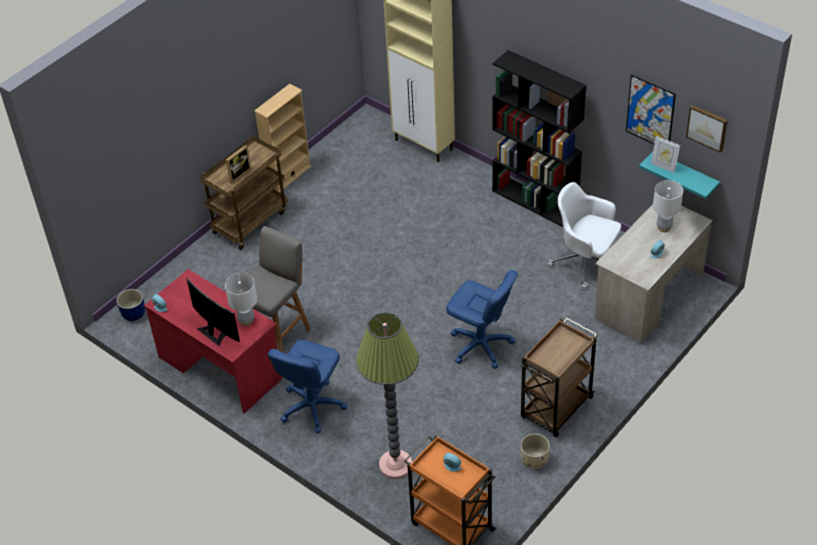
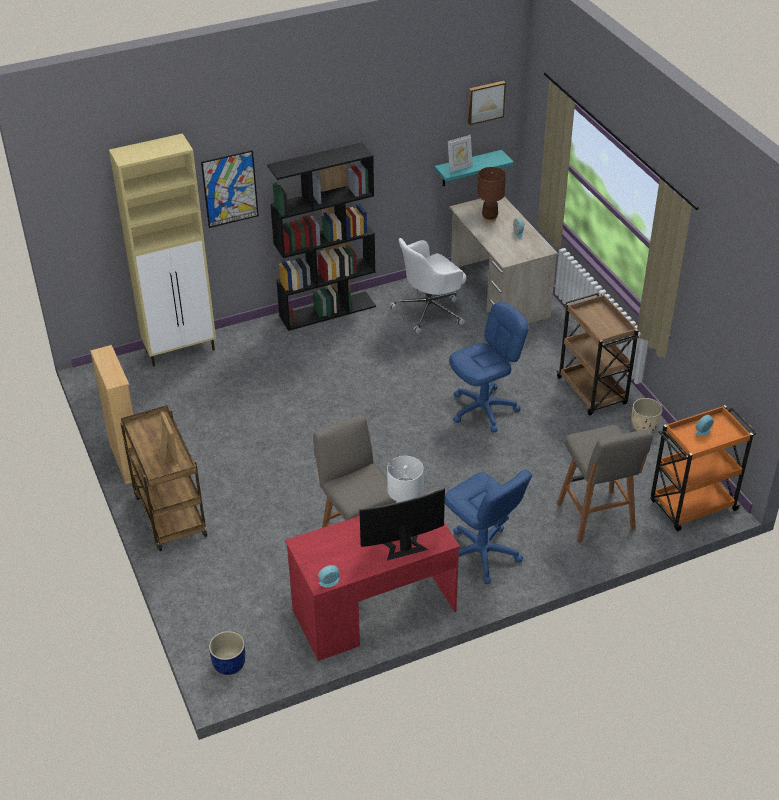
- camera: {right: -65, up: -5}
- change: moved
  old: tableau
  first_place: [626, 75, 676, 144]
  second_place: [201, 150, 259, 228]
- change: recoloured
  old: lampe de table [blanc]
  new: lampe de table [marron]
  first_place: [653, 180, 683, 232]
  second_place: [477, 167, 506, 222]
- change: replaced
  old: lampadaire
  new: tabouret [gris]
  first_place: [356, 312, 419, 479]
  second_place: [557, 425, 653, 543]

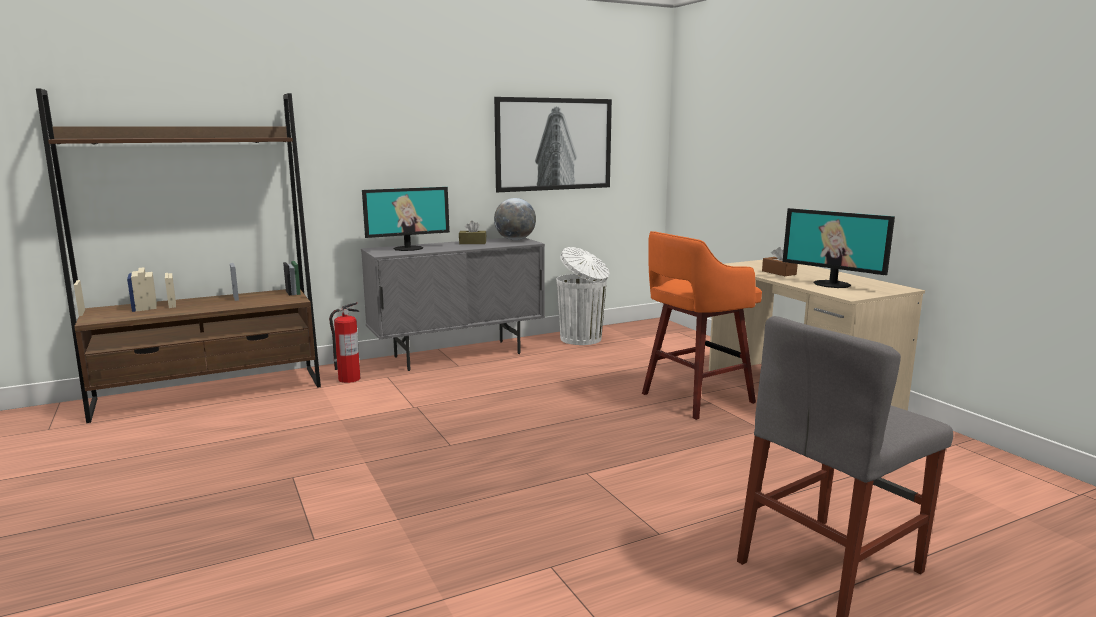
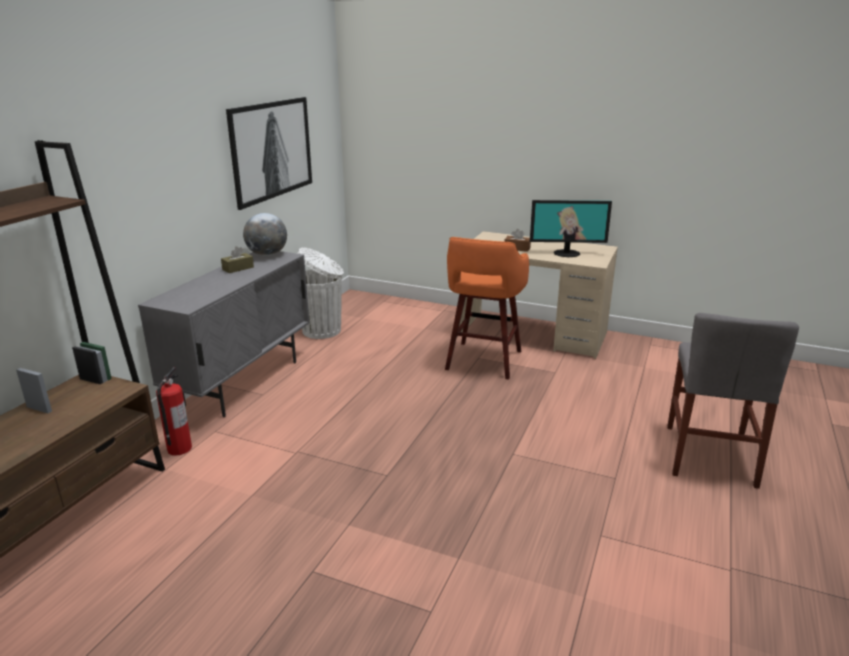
- camera: {right: -40, up: 10}
- change: removed
  old: écran d'ordinateur
  first_place: [362, 187, 450, 251]

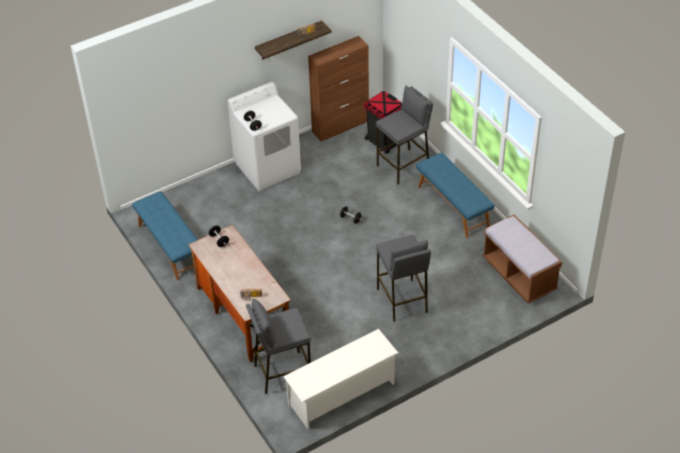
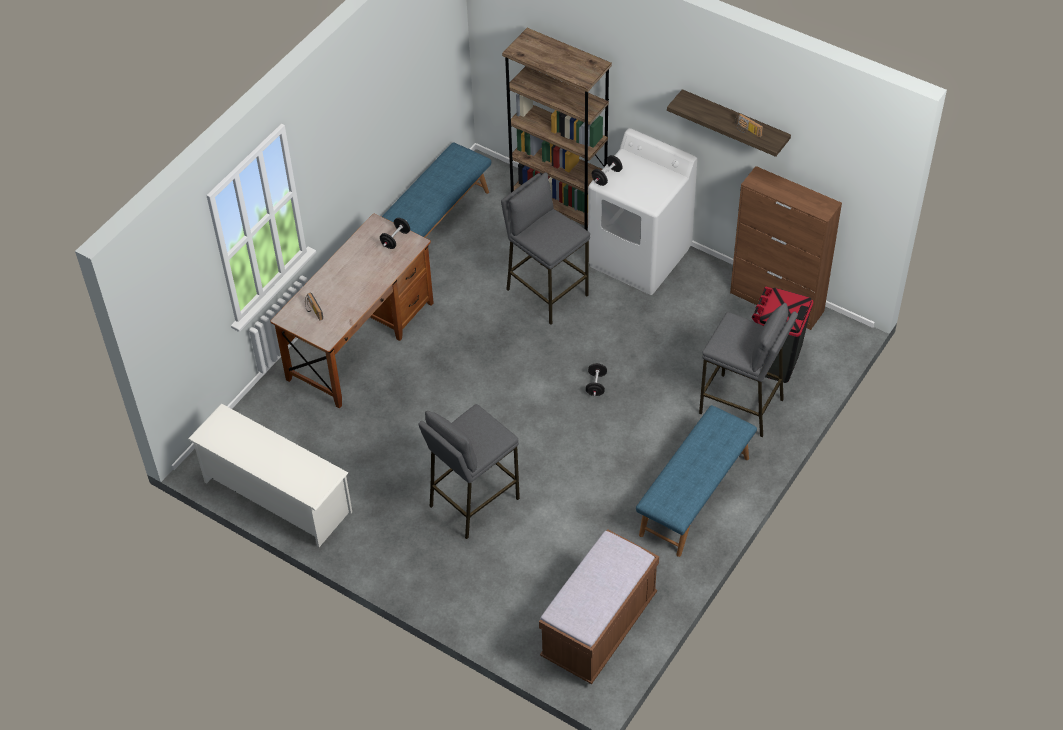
- camera: {right: 65, up: 5}
- change: moved
  old: tabouret [gris]
  first_place: [246, 298, 311, 394]
  second_place: [501, 172, 590, 325]
- change: added
  new: bibliothèque [marron]
  second_place: [502, 28, 612, 230]

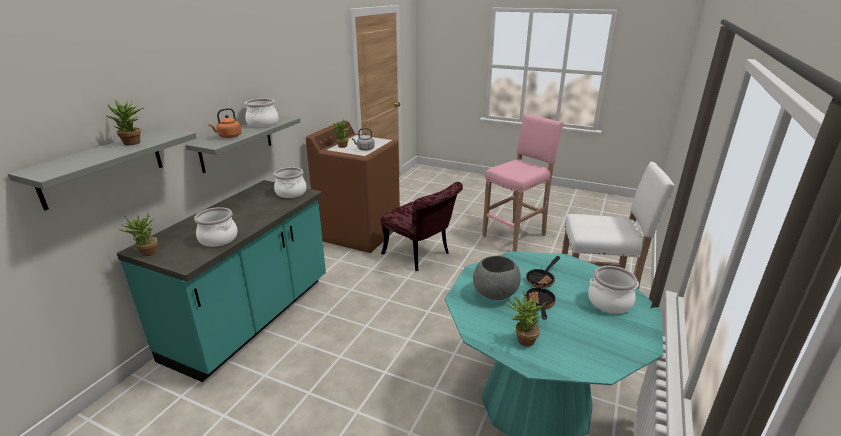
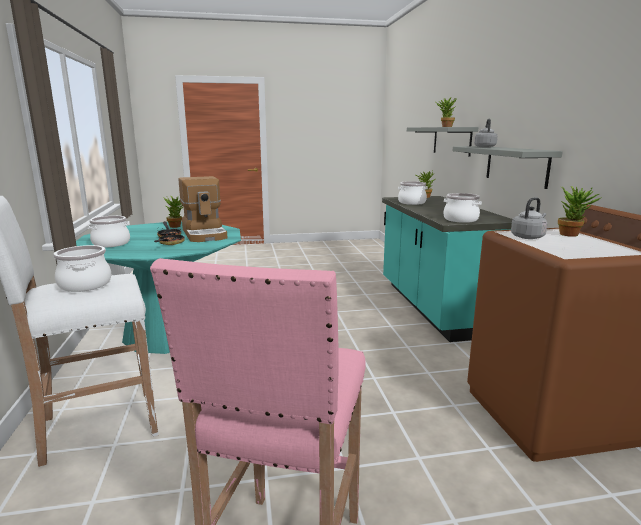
- camera: {right: 145, up: -10}
- change: moved
  old: marmite
  first_place: [244, 98, 279, 127]
  second_place: [53, 245, 111, 292]
- change: replaced
  old: bol [gris]
  new: machine à café
  first_place: [473, 256, 521, 300]
  second_place: [178, 176, 228, 242]
- change: recoloured
  old: bouilloire [orange]
  new: bouilloire [gris]
  first_place: [209, 108, 242, 138]
  second_place: [474, 119, 498, 147]
- change: removed
  old: chaise [rouge]
  first_place: [381, 182, 463, 271]

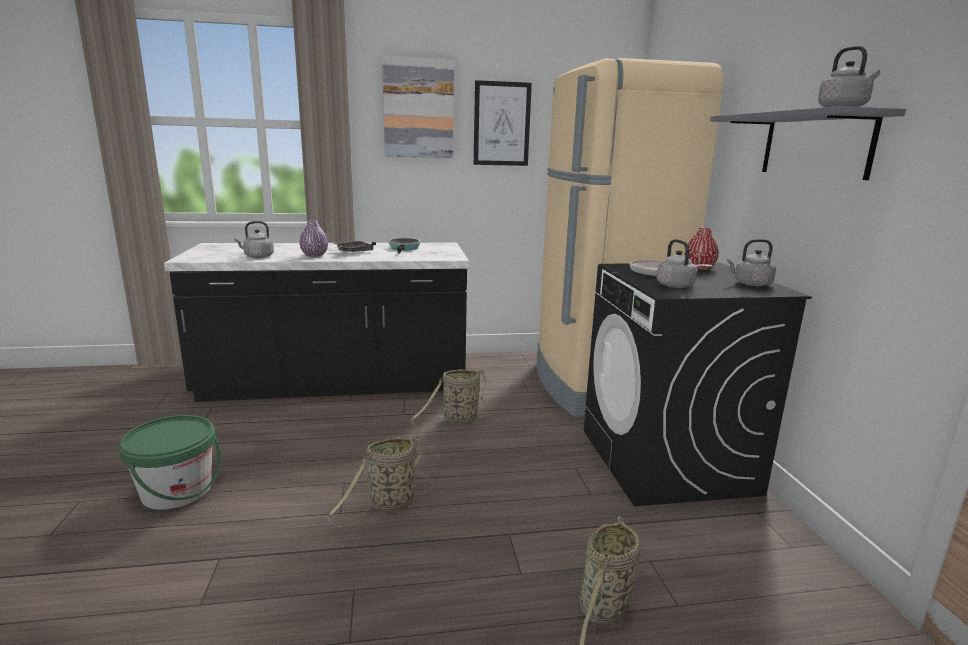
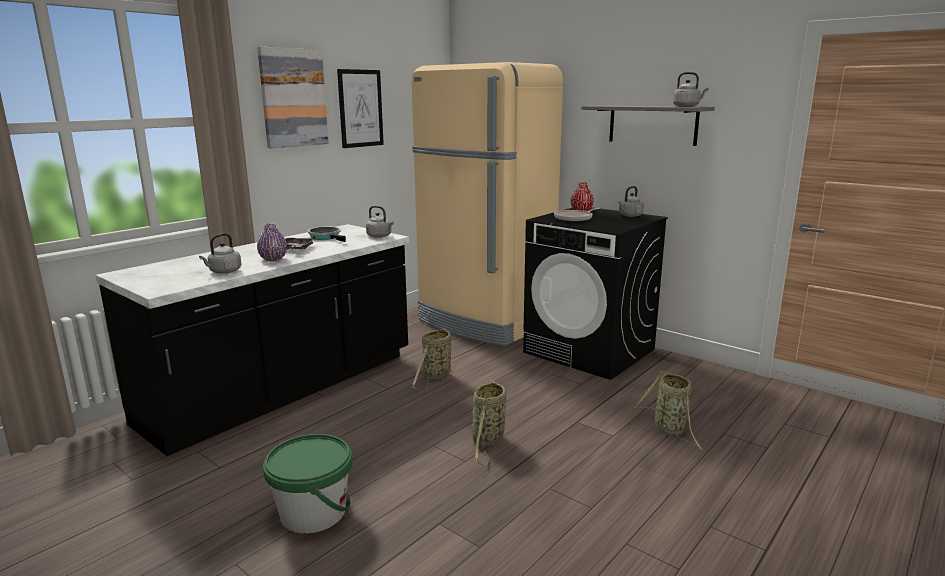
- camera: {right: -40, up: 0}
- change: moved
  old: bouilloire [gris]
  first_place: [657, 239, 698, 288]
  second_place: [366, 206, 394, 238]

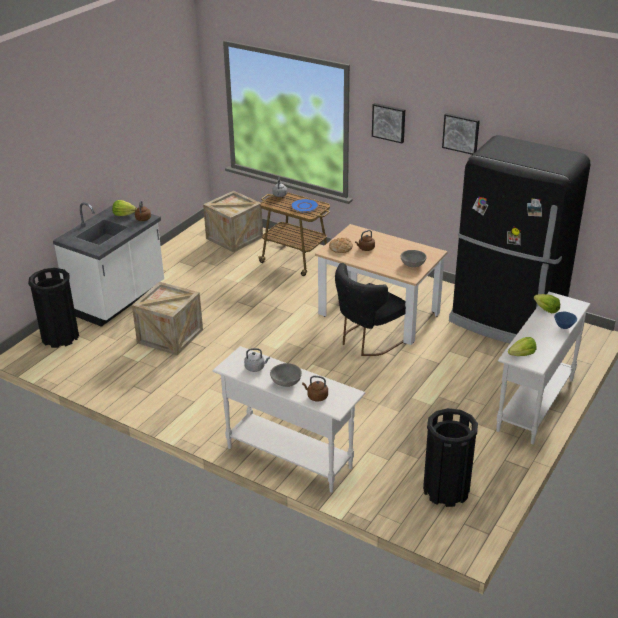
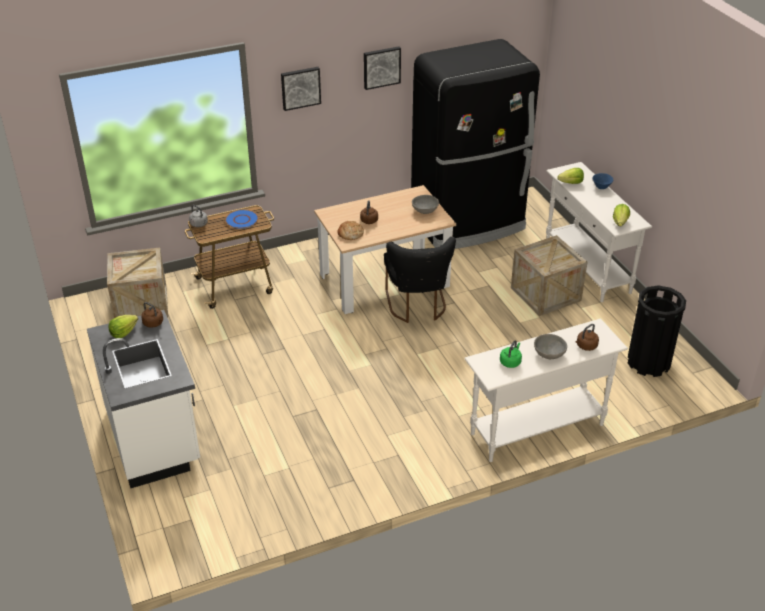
- camera: {right: -55, up: 5}
- change: recoloured
  old: bouilloire [gris]
  new: bouilloire [vert]
  first_place: [244, 348, 270, 372]
  second_place: [500, 341, 522, 368]
- change: moved
  old: caisse
  first_place: [132, 282, 203, 355]
  second_place: [511, 235, 587, 316]
- change: removed
  old: poubelle [noir]
  first_place: [28, 268, 79, 348]

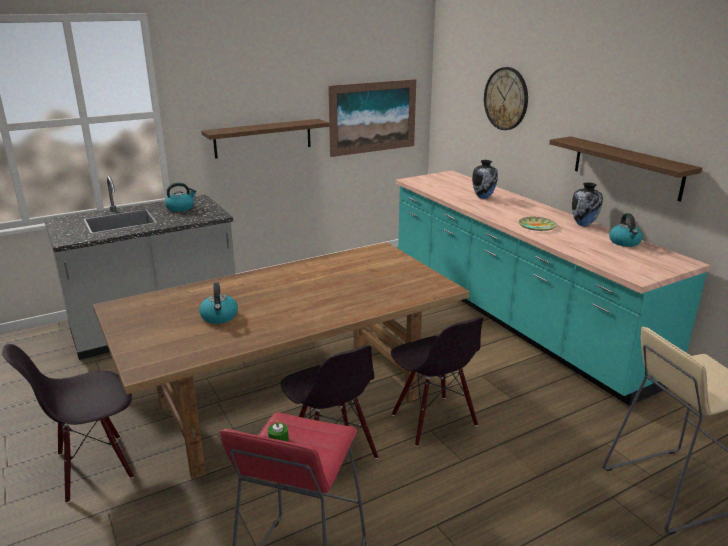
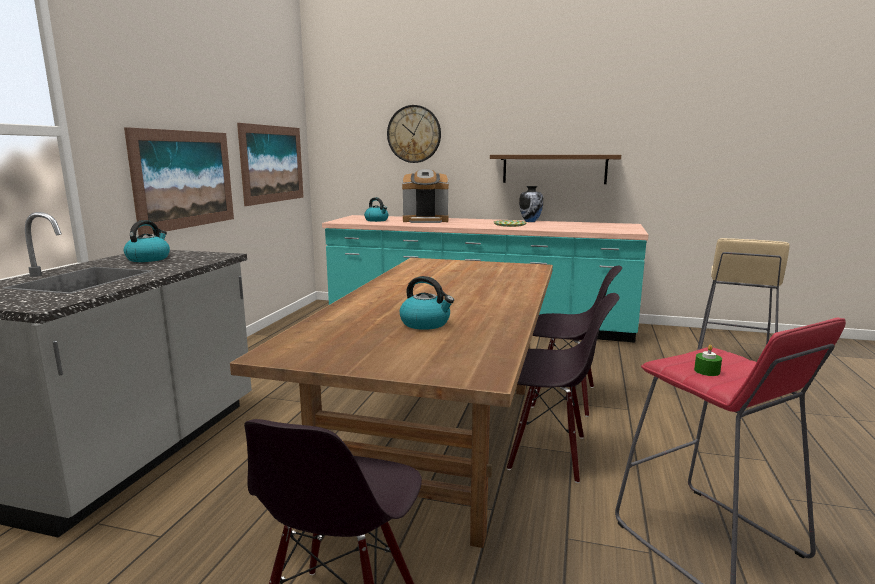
- camera: {right: -45, up: -10}
- change: replaced
  old: étagère
  new: tableau
  first_place: [201, 119, 329, 159]
  second_place: [124, 127, 234, 236]
- change: moved
  old: bouilloire
  first_place: [609, 213, 643, 247]
  second_place: [364, 197, 388, 222]
- change: replaced
  old: vase
  new: machine à café
  first_place: [472, 160, 498, 199]
  second_place: [402, 169, 449, 223]

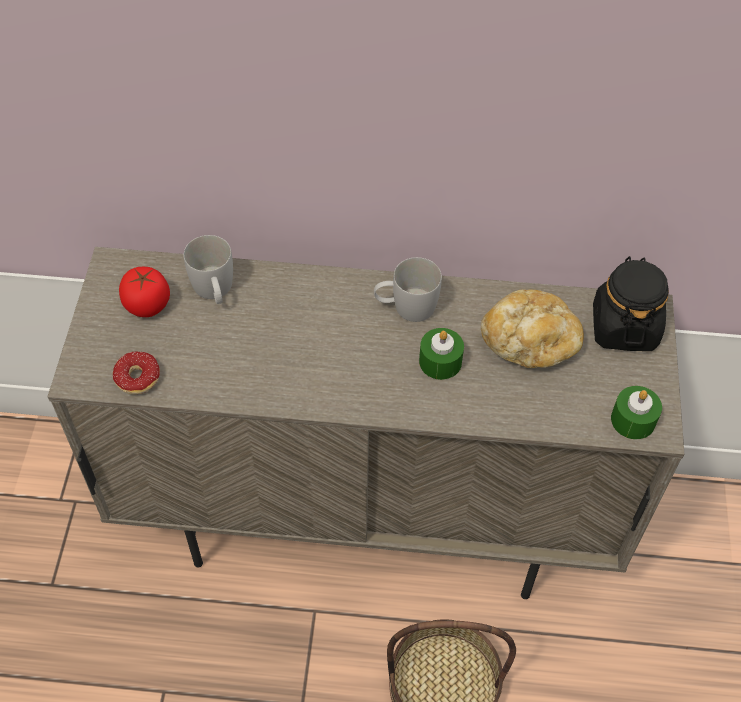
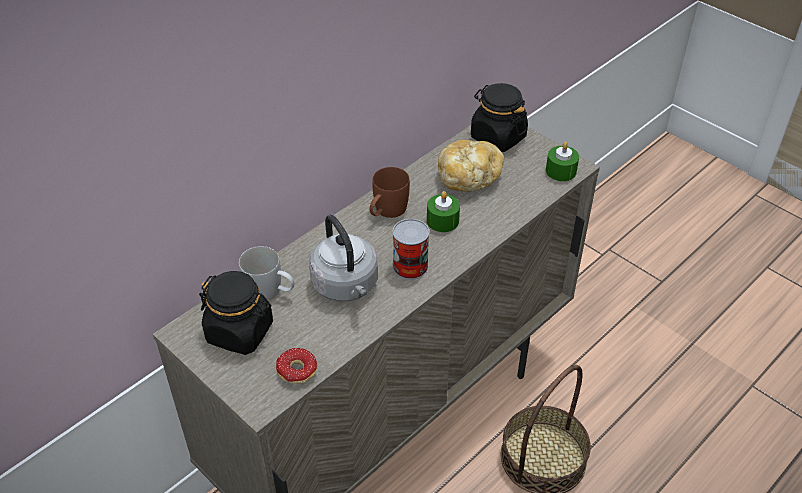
- camera: {right: -50, up: -10}
- change: replaced
  old: tomate
  new: bocal [noir]
  first_place: [119, 267, 170, 317]
  second_place: [199, 271, 273, 355]
- change: added
  new: bouilloire [gris]
  second_place: [309, 214, 378, 301]
- change: recoloured
  old: mug [blanc]
  new: mug [marron]
  first_place: [374, 257, 442, 322]
  second_place: [370, 167, 410, 218]
- change: added
  new: boîte métallique
  second_place: [393, 219, 429, 280]

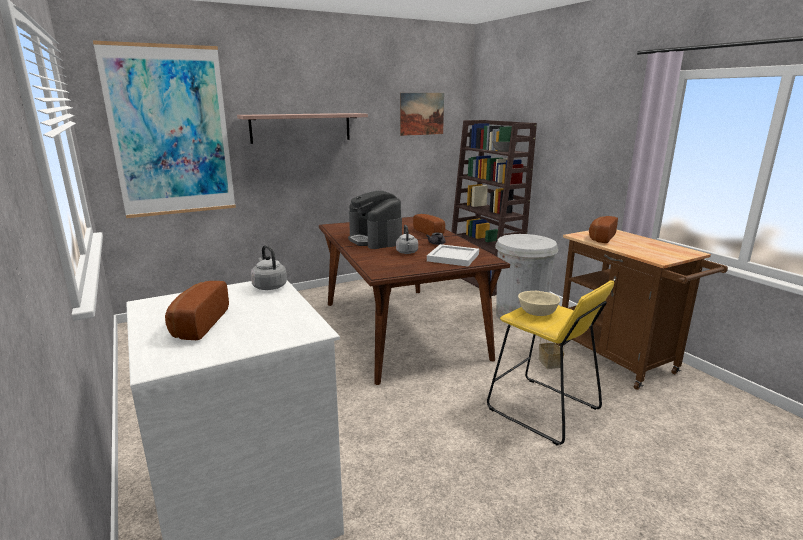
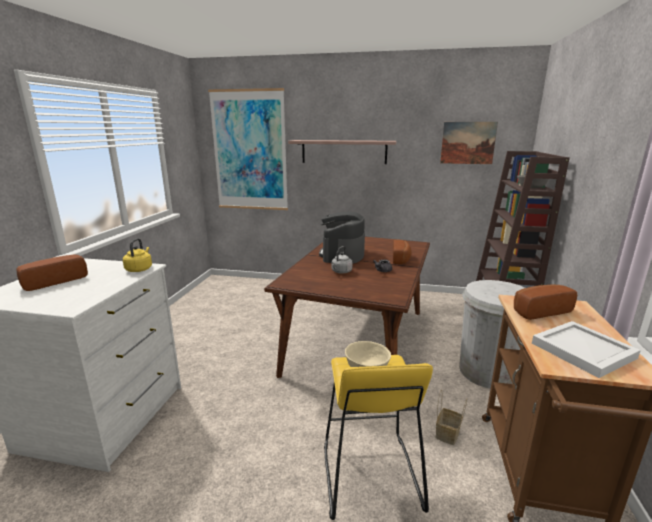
- camera: {right: 40, up: 0}
- change: recoloured
  old: bouilloire [gris]
  new: bouilloire [jaune]
  first_place: [251, 245, 287, 290]
  second_place: [123, 238, 152, 272]
- change: moved
  old: plateau [blanc]
  first_place: [427, 244, 479, 267]
  second_place: [532, 321, 641, 378]

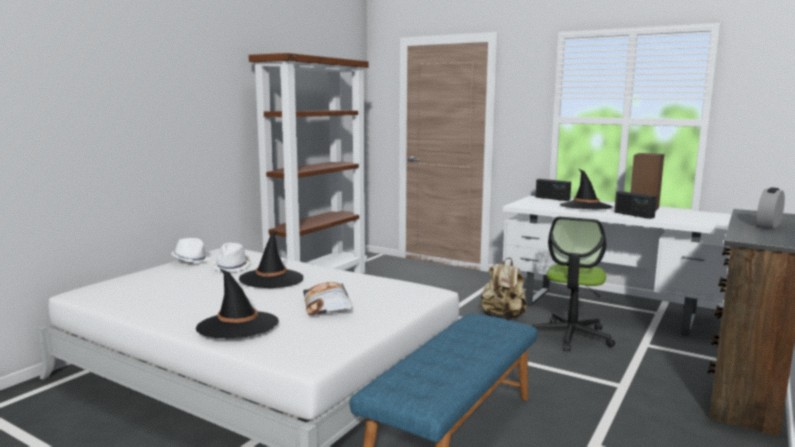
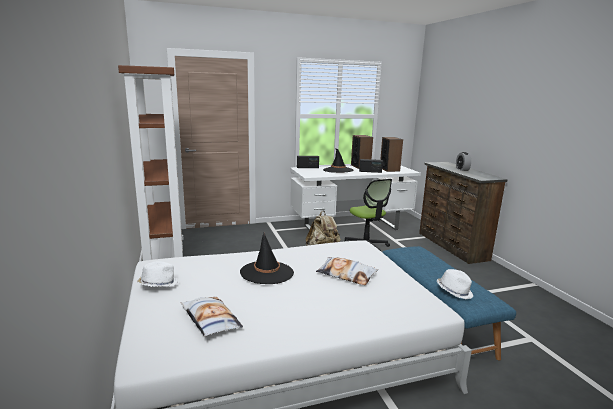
- camera: {right: -50, up: 5}
- change: added
  new: coussin
  second_place: [181, 297, 243, 337]
- change: added
  new: enceinte
  second_place: [380, 137, 403, 172]
- change: moved
  old: chapeau [blanc]
  first_place: [212, 243, 251, 272]
  second_place: [437, 269, 474, 299]
- change: removed
  old: chapeau [noir]
  first_place: [196, 268, 279, 338]

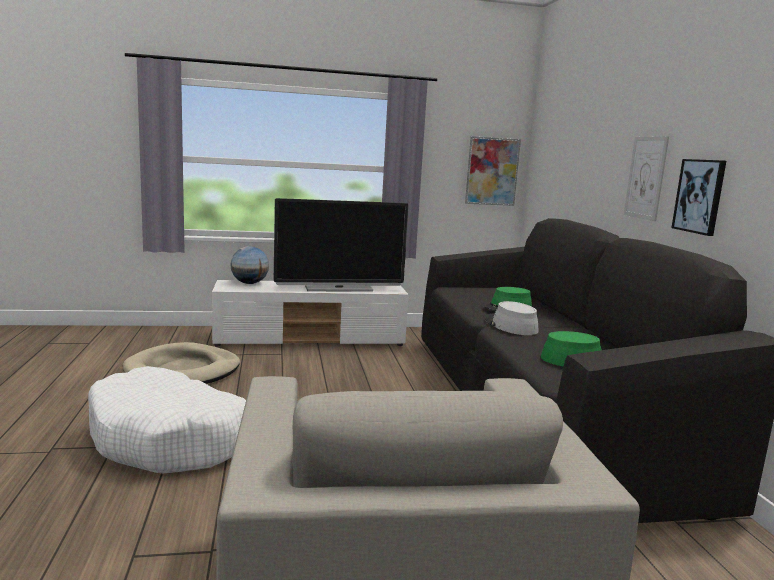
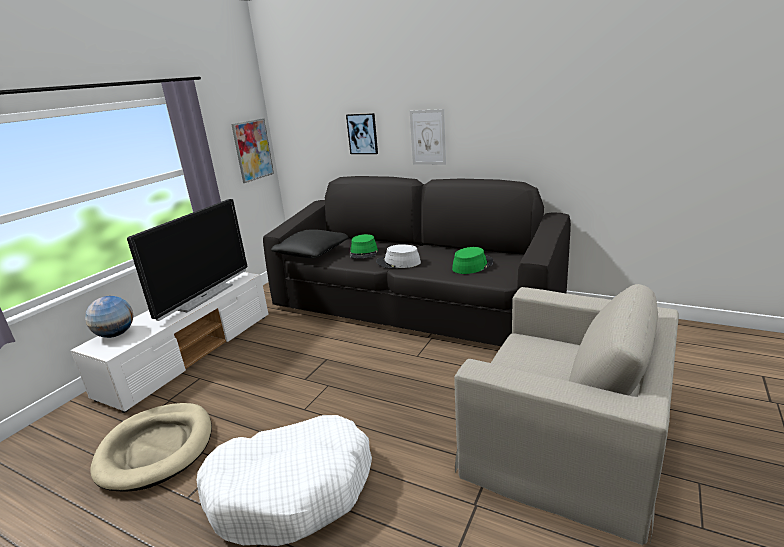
- camera: {right: -50, up: 10}
- change: added
  new: coussin [noir]
  second_place: [271, 229, 349, 258]
- change: moved
  old: tableau
  first_place: [671, 159, 726, 236]
  second_place: [346, 113, 378, 154]

